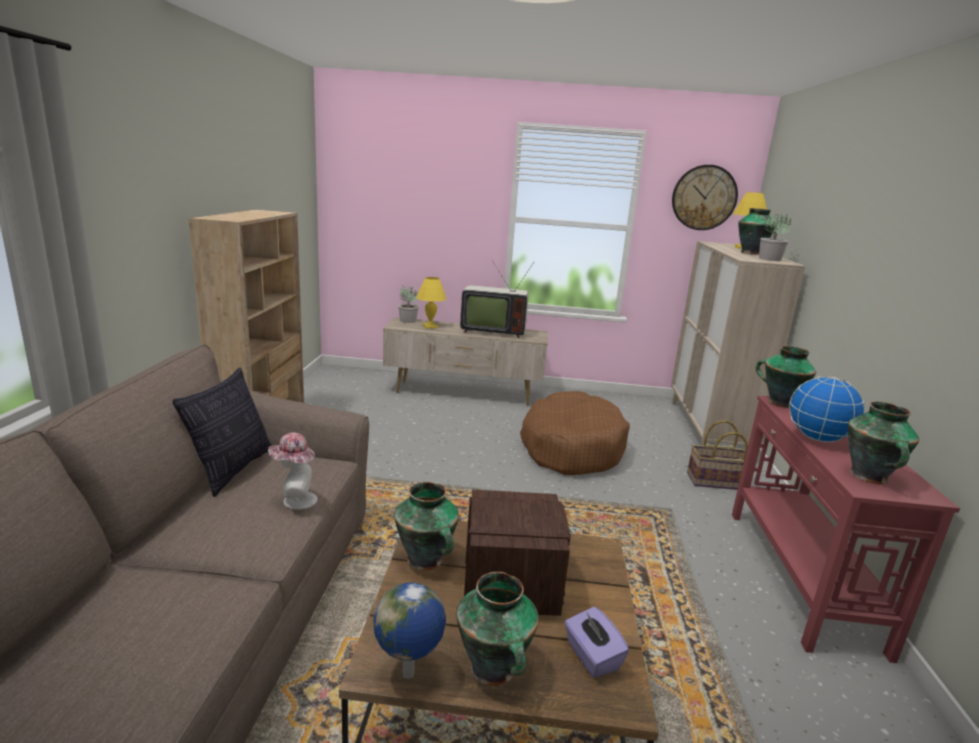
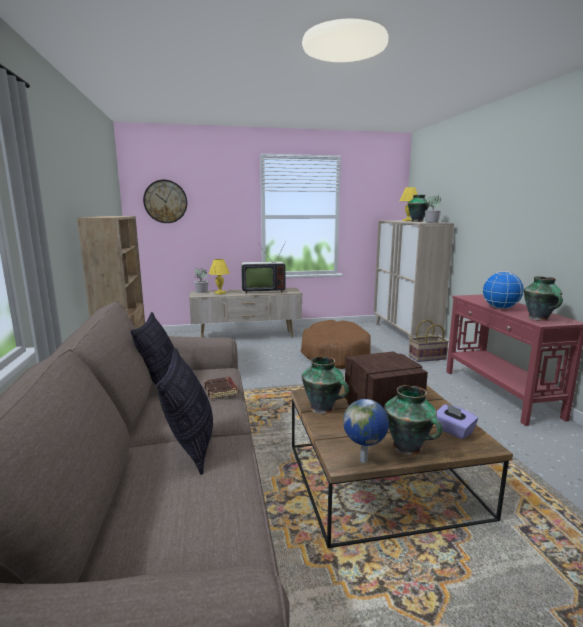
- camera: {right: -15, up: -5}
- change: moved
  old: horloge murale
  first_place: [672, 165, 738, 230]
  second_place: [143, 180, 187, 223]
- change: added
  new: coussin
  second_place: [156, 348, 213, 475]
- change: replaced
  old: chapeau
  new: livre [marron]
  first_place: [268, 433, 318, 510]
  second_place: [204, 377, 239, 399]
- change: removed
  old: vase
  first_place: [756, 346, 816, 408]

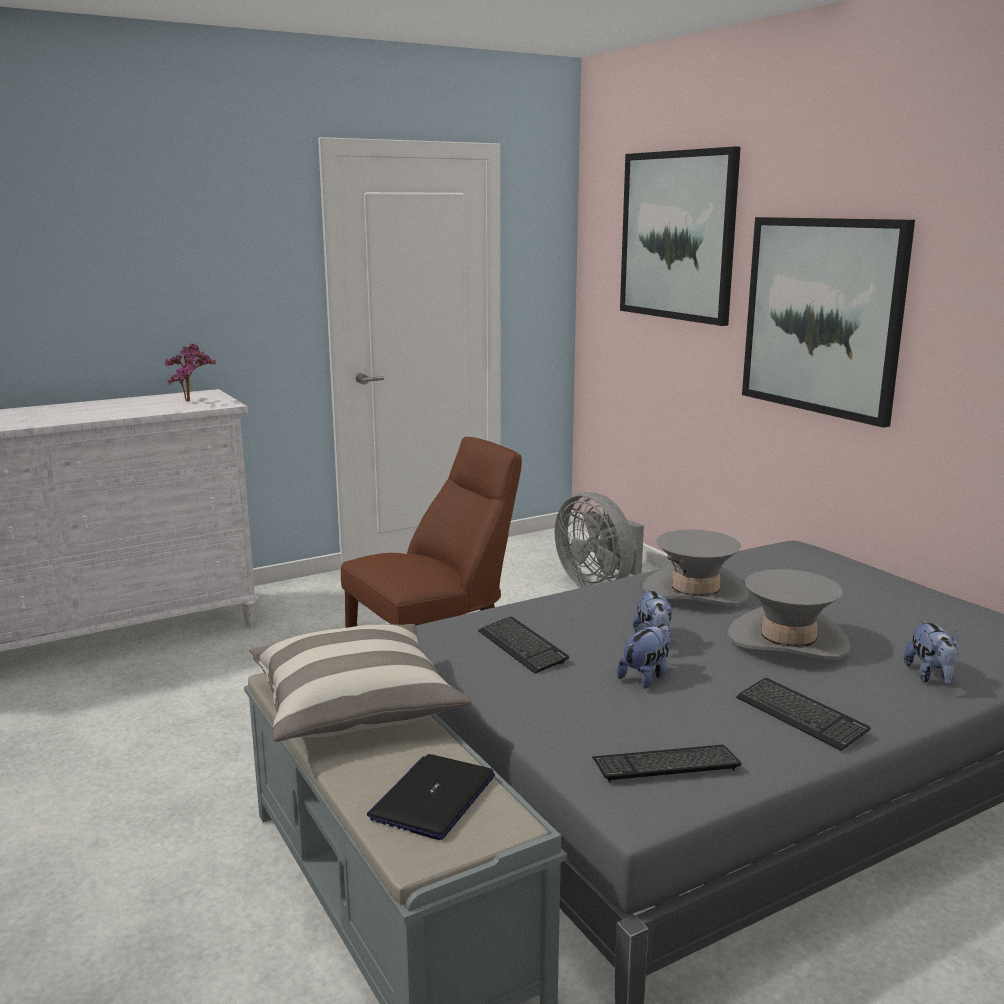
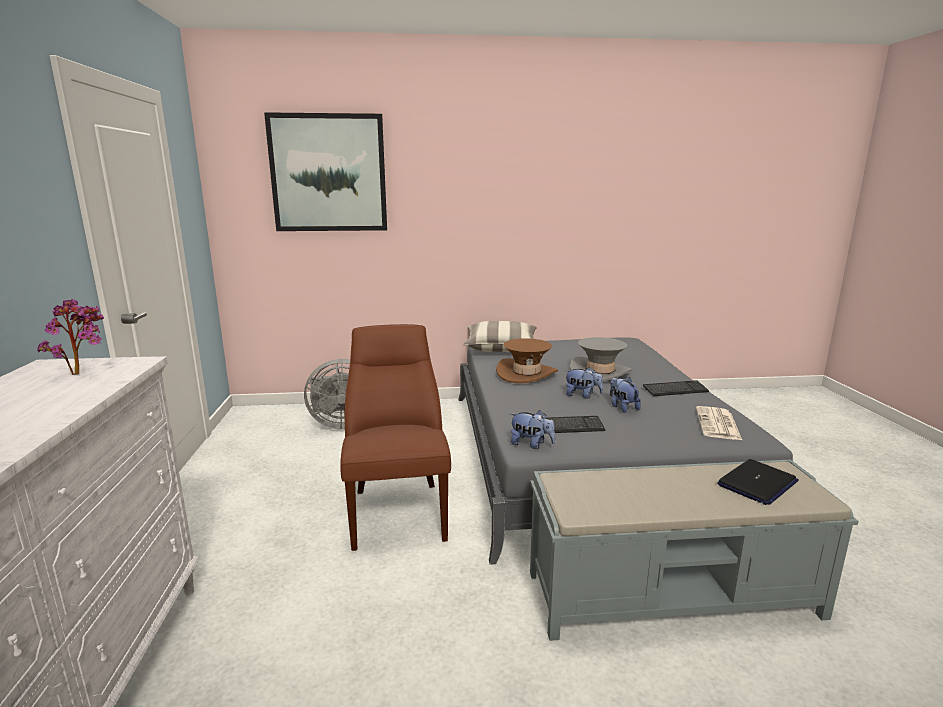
- camera: {right: -65, up: 0}
- change: moved
  old: coussin
  first_place: [248, 624, 472, 742]
  second_place: [462, 321, 537, 352]
- change: recoloured
  old: chapeau [gris]
  new: chapeau [marron]
  first_place: [642, 529, 750, 606]
  second_place: [496, 338, 558, 383]
- change: moved
  old: peluche
  first_place: [904, 620, 958, 685]
  second_place: [511, 410, 555, 449]
- change: replaced
  old: clavier
  new: journal
  first_place: [592, 745, 741, 783]
  second_place: [696, 406, 743, 441]
- change: turned
  old: ordinateur portable
  first_place: [367, 754, 495, 840]
  second_place: [717, 459, 799, 505]
  degrees: -90
- change: removed
  old: tableau
  first_place: [742, 217, 915, 428]

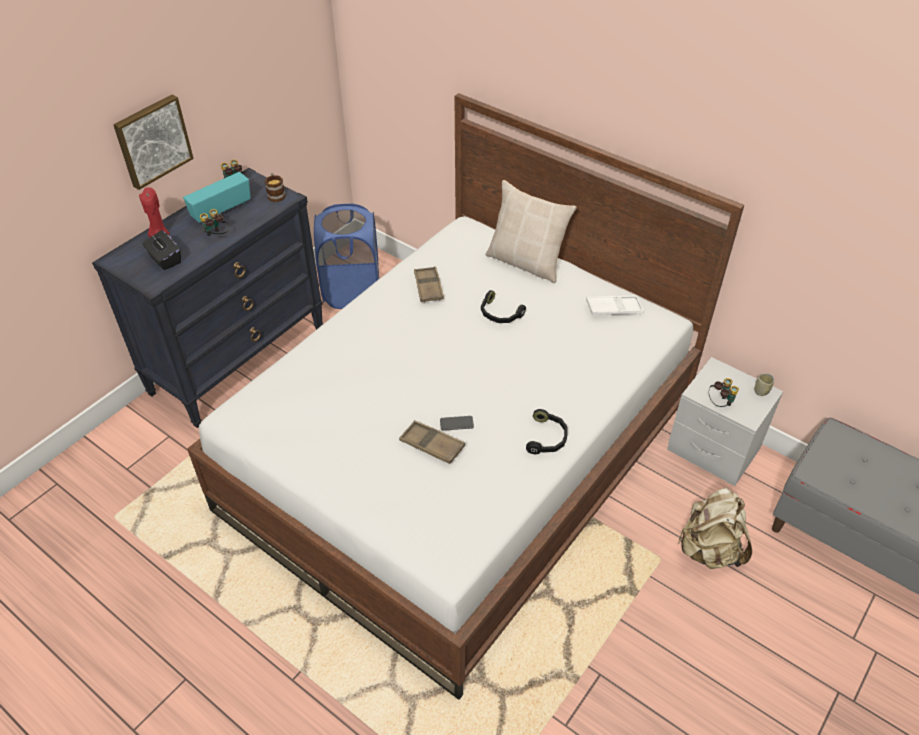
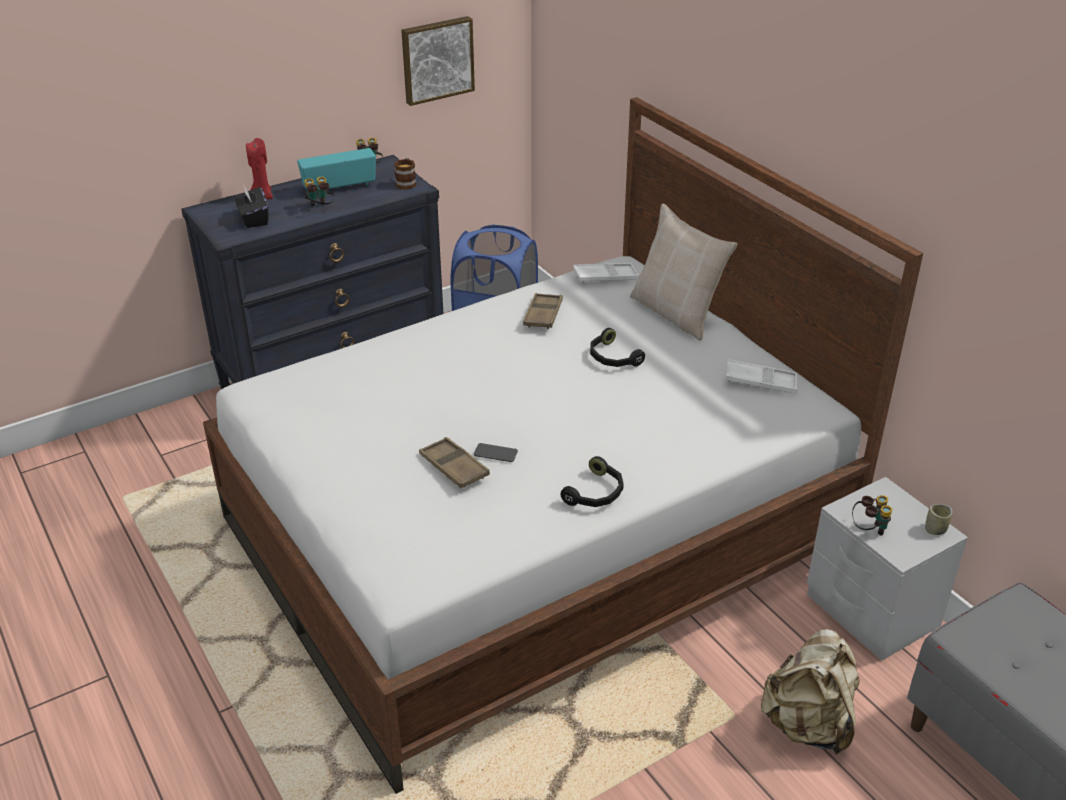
- camera: {right: 20, up: -10}
- change: moved
  old: tableau
  first_place: [113, 94, 194, 190]
  second_place: [401, 16, 475, 106]
- change: added
  new: plateau [blanc]
  second_place: [573, 263, 640, 283]

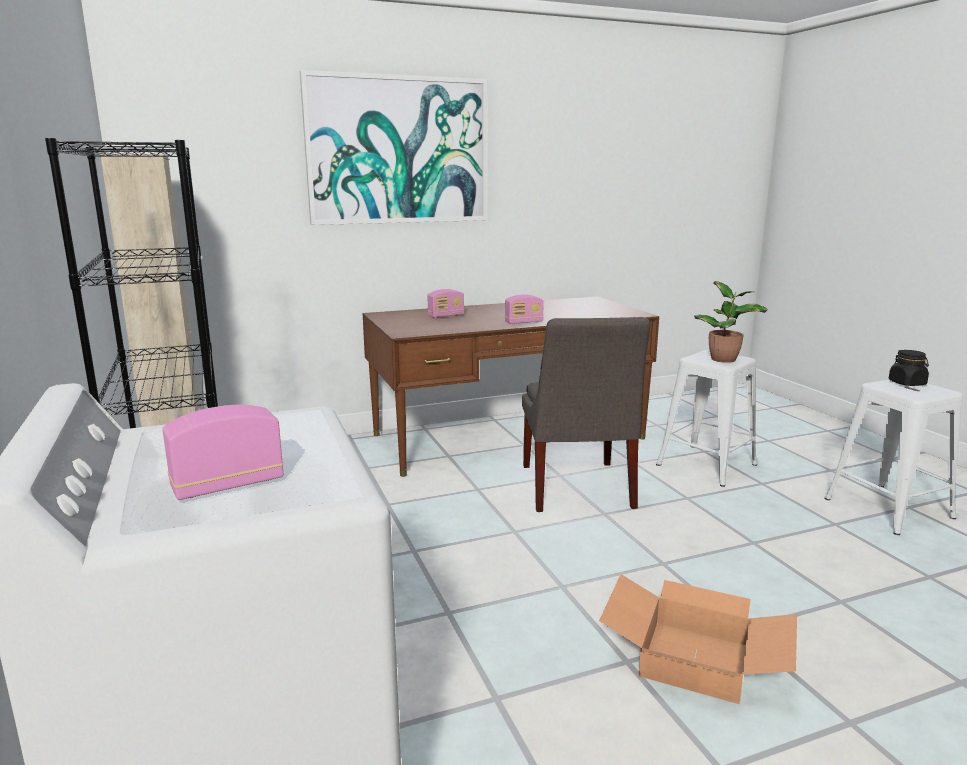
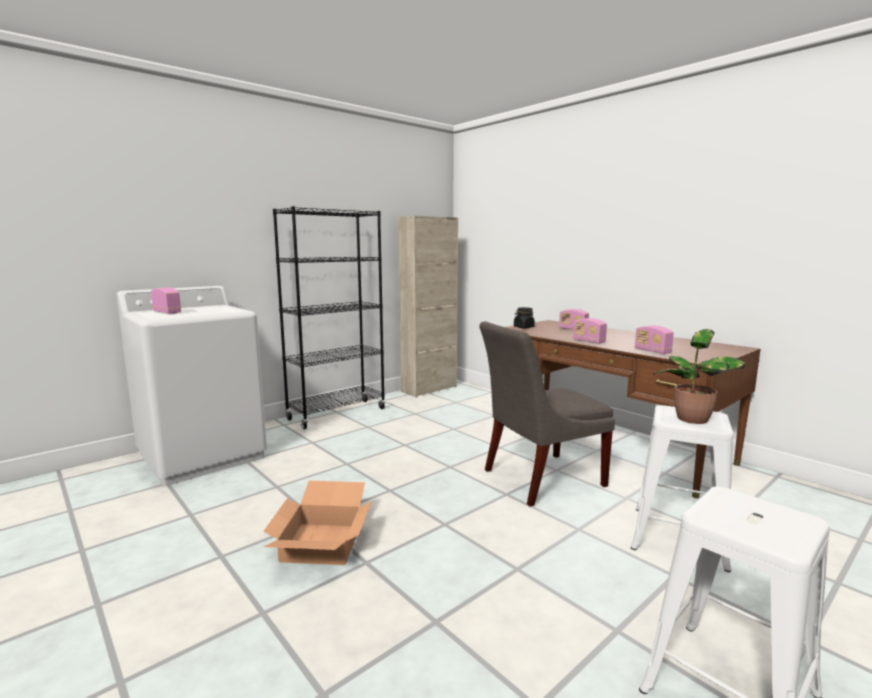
- camera: {right: 70, up: -5}
- change: moved
  old: bocal [noir]
  first_place: [889, 350, 929, 386]
  second_place: [514, 307, 535, 328]
- change: added
  new: radio
  second_place: [635, 326, 674, 354]
- change: removed
  old: tableau
  first_place: [300, 70, 487, 225]

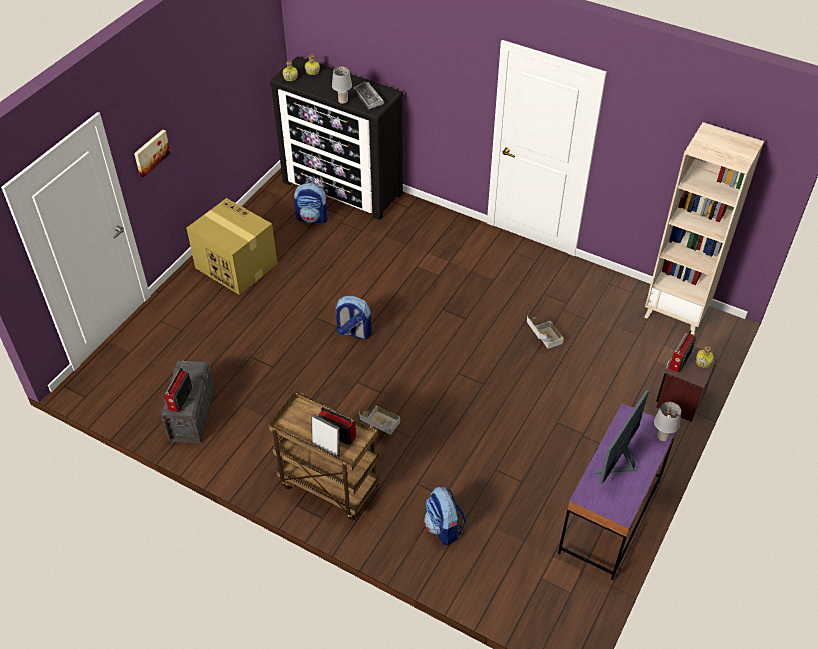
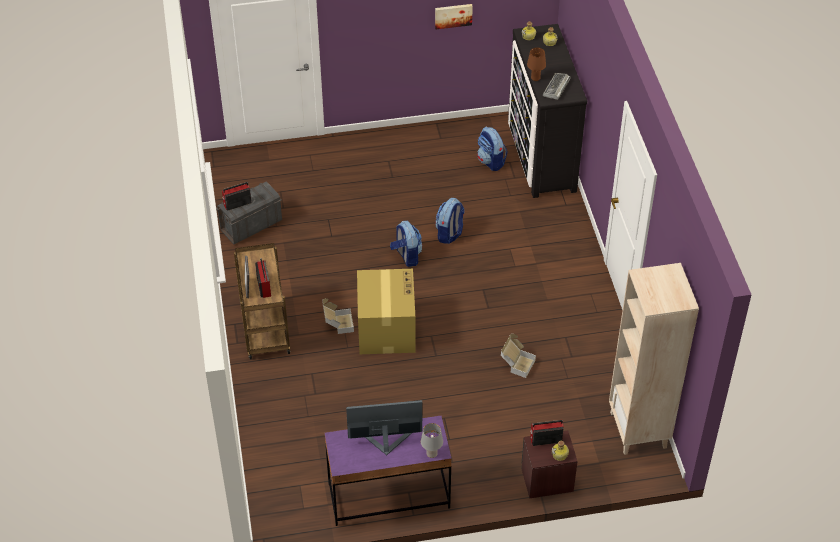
- camera: {right: 50, up: 0}
- change: moved
  old: carton
  first_place: [186, 198, 277, 295]
  second_place: [357, 269, 416, 354]
- change: moved
  old: tableau
  first_place: [134, 130, 171, 177]
  second_place: [435, 4, 473, 29]
- change: moved
  old: sac à dos
  first_place: [424, 487, 466, 545]
  second_place: [435, 198, 465, 244]
- change: recoloured
  old: lampe de table [gris]
  new: lampe de table [marron]
  first_place: [332, 67, 352, 104]
  second_place: [527, 47, 546, 81]

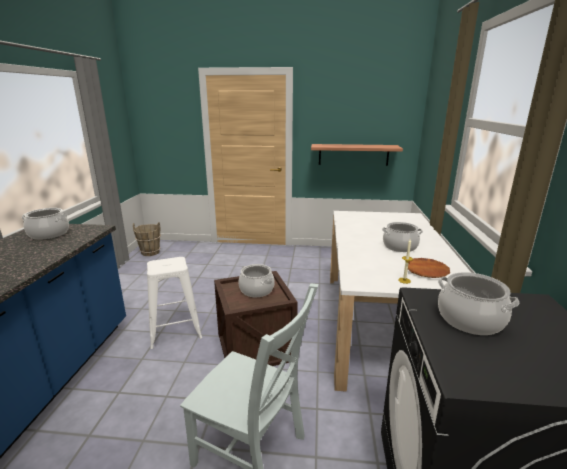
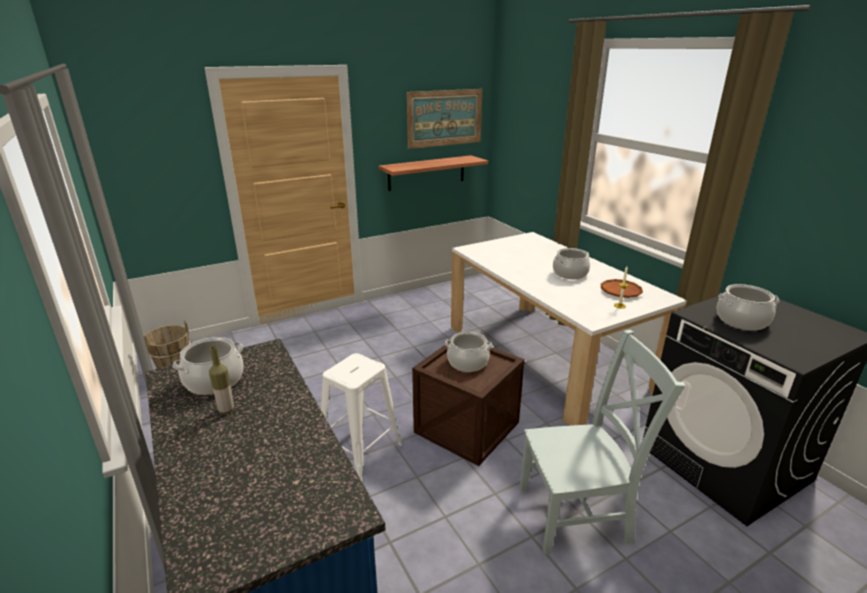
- camera: {right: -35, up: 5}
- change: added
  new: bouteille
  second_place: [209, 346, 234, 414]
- change: added
  new: tableau
  second_place: [407, 89, 482, 149]

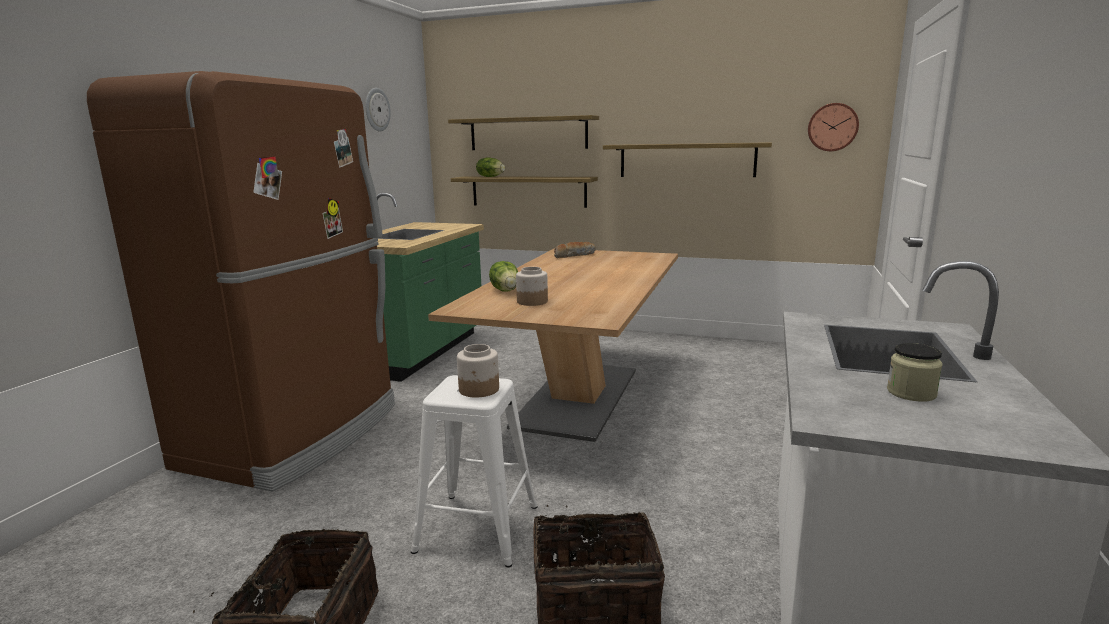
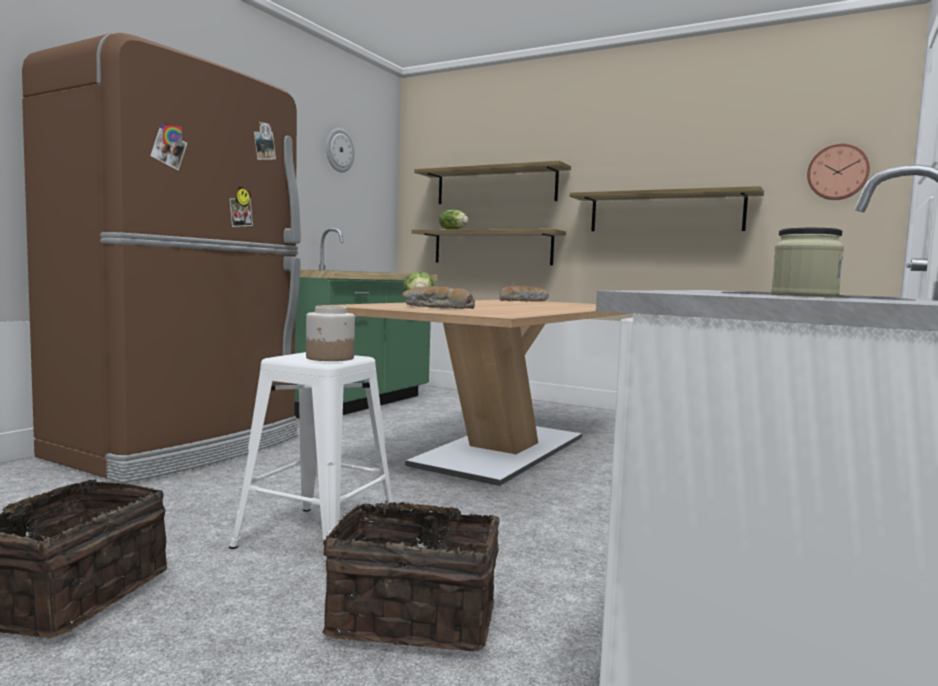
- camera: {right: 10, up: -10}
- change: replaced
  old: bocal
  new: pain
  first_place: [516, 267, 548, 306]
  second_place: [402, 286, 475, 309]

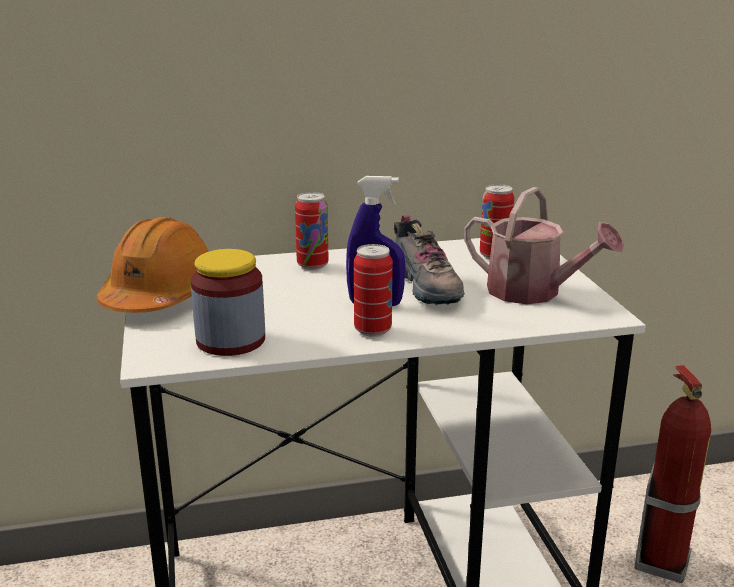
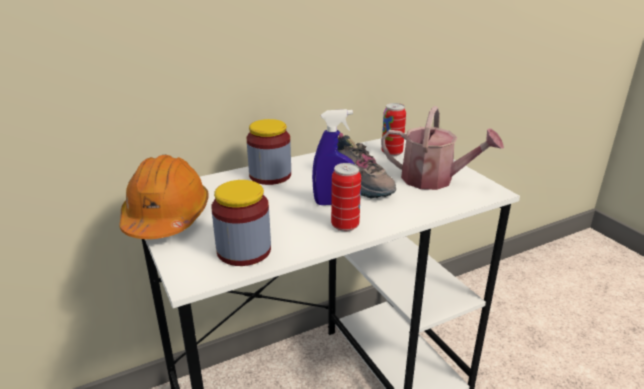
- camera: {right: -15, up: 5}
- change: replaced
  old: boîte métallique
  new: bocal
  first_place: [295, 192, 329, 270]
  second_place: [247, 119, 291, 185]
- change: removed
  old: extincteur
  first_place: [634, 365, 711, 583]

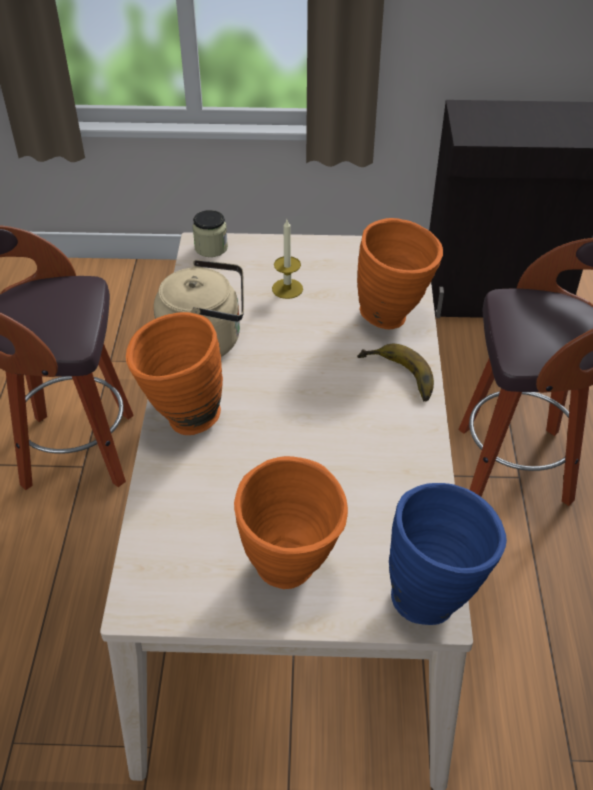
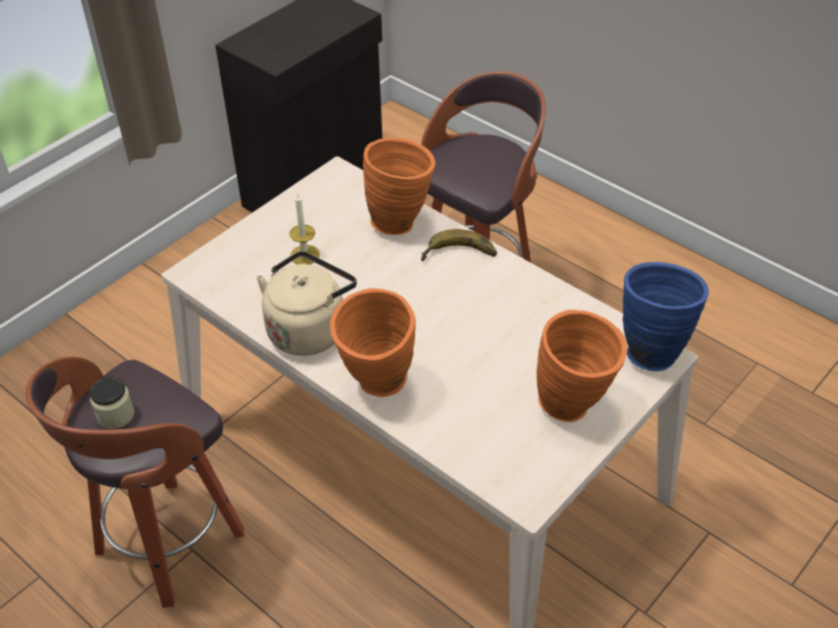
- camera: {right: -50, up: 0}
- change: moved
  old: bocal
  first_place: [192, 210, 228, 257]
  second_place: [90, 377, 134, 429]

